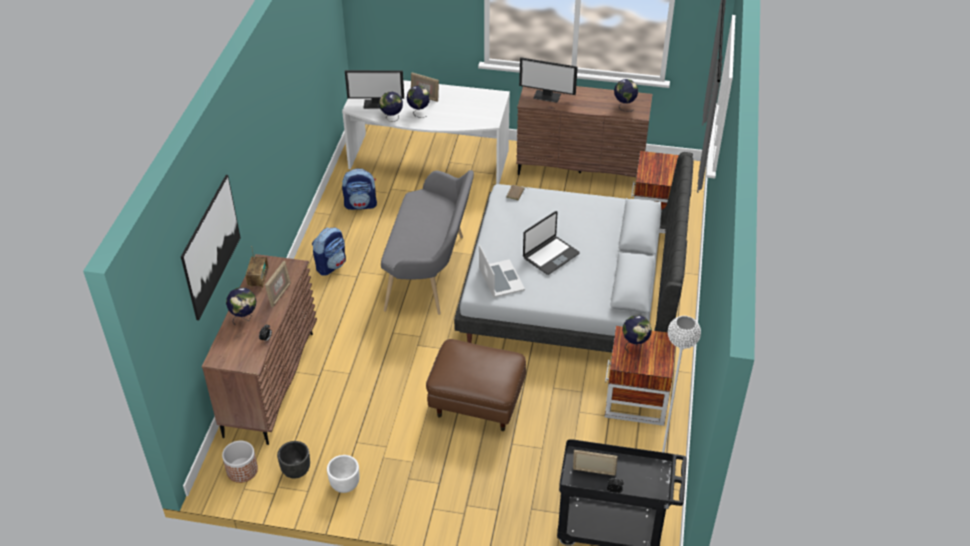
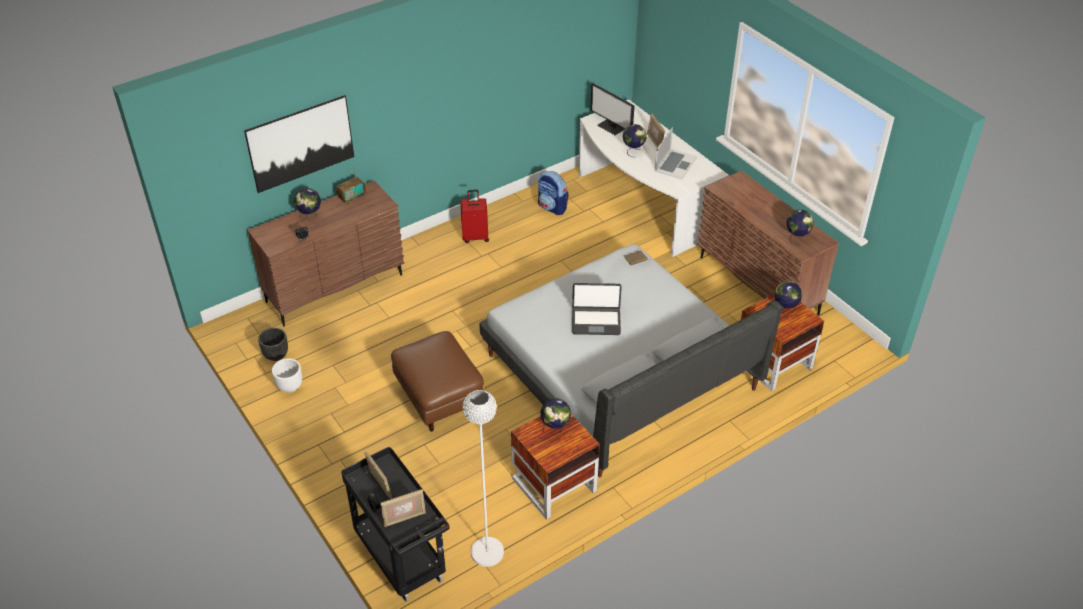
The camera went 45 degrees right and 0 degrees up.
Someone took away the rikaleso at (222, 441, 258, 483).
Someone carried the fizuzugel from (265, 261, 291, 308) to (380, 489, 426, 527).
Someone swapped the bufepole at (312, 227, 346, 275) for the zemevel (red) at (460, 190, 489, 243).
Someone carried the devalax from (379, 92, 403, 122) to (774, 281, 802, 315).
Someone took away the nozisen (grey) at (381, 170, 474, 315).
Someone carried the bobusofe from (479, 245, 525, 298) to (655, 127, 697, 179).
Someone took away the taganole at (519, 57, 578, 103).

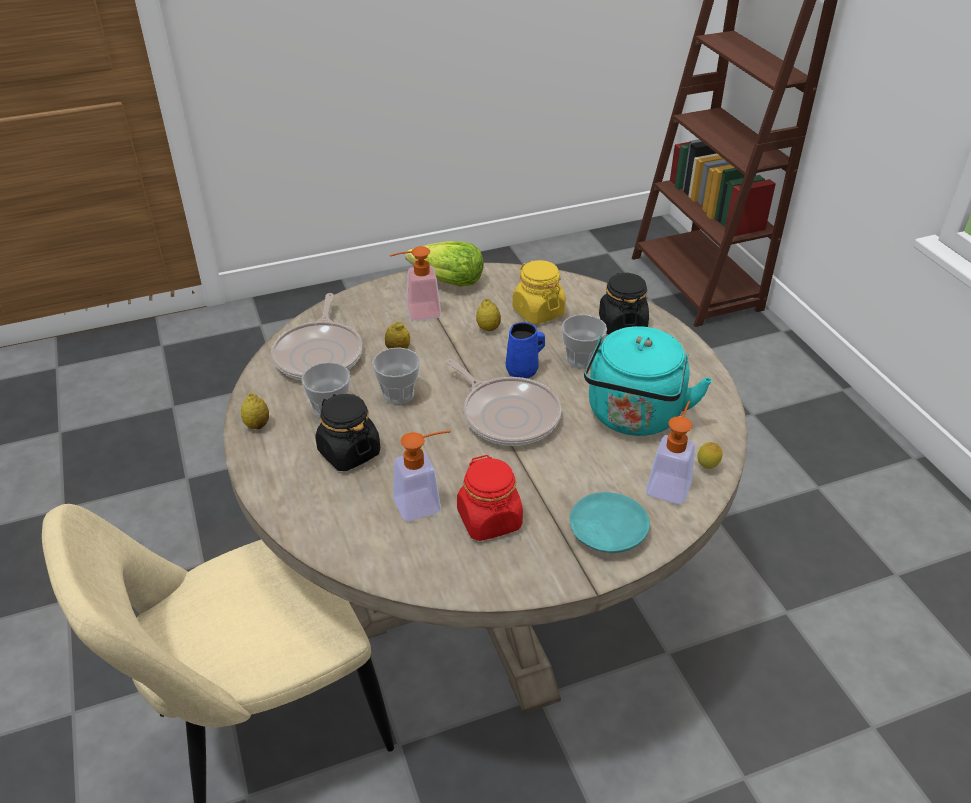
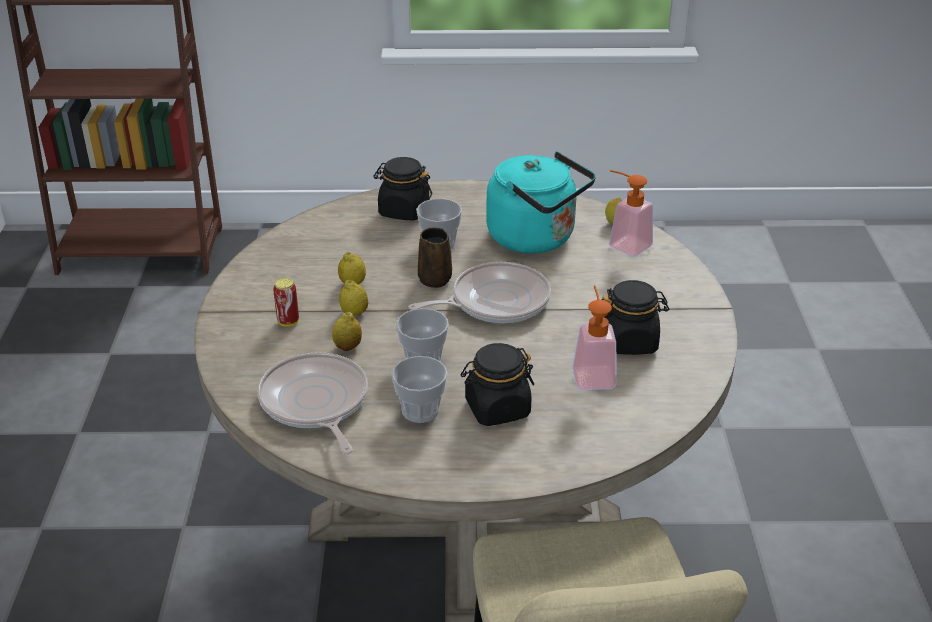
The camera went 70 degrees left and 5 degrees down.
Someone carried the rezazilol from (241, 393, 269, 429) to (339, 280, 368, 315).
Someone rotated the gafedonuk at (271, 293, 362, 380) by 135 degrees counterclockwise.
Someone swapped the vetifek at (389, 246, 441, 321) for the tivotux at (273, 278, 299, 327).
Someone took away the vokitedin at (405, 241, 484, 287).
Someone repainted the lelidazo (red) at (457, 455, 523, 541), which became the lelidazo (black) at (602, 280, 669, 355).
Someone repainted the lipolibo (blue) at (506, 322, 545, 378), which became the lipolibo (brown) at (418, 227, 452, 288).
Someone took away the lelidazo (yellow) at (513, 260, 566, 324).
Someone took away the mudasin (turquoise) at (570, 492, 650, 553).

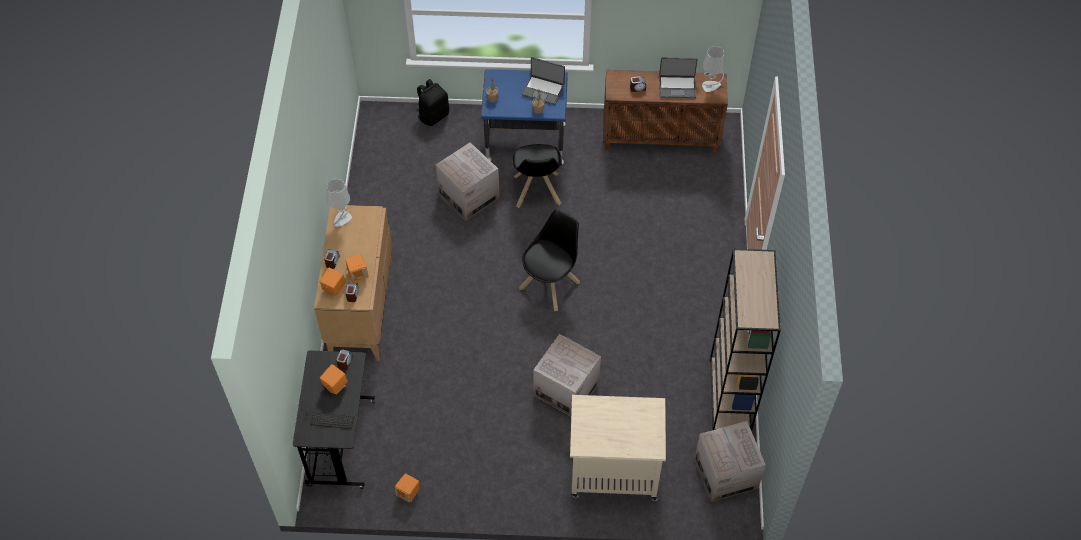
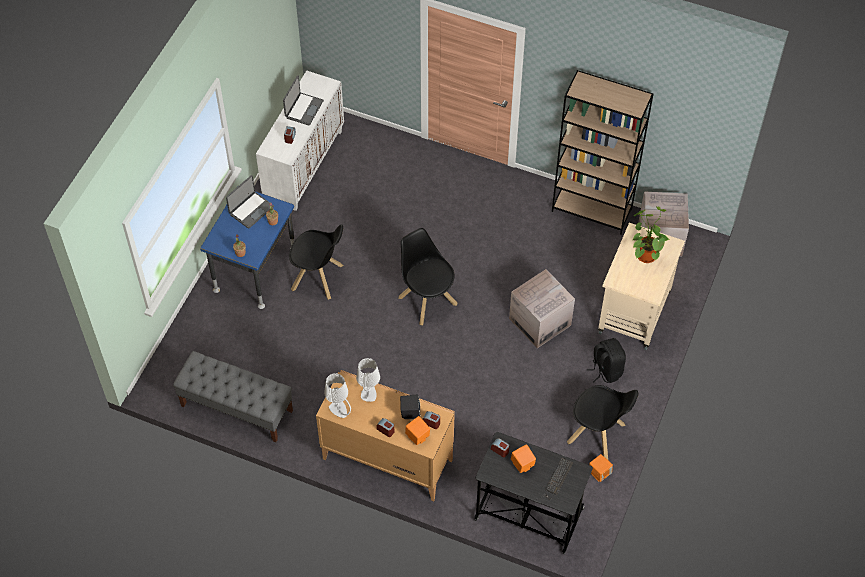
The camera went 70 degrees left and 0 degrees up.
Someone repainted the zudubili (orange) at (345, 254, 368, 282), which became the zudubili (black) at (400, 395, 420, 419).
Someone carried the bufepole (black) from (417, 79, 449, 126) to (586, 338, 626, 383).
Someone took away the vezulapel at (435, 142, 500, 221).
Someone repainted the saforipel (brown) at (603, 70, 728, 153), which became the saforipel (white) at (256, 70, 344, 211).
Someone carried the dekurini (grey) from (701, 46, 724, 92) to (356, 358, 380, 402).
Someone put down the nozisen (grey) at (173, 351, 293, 442).
Someone put down the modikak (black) at (567, 385, 638, 460).
Someone put down the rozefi at (633, 206, 670, 263).

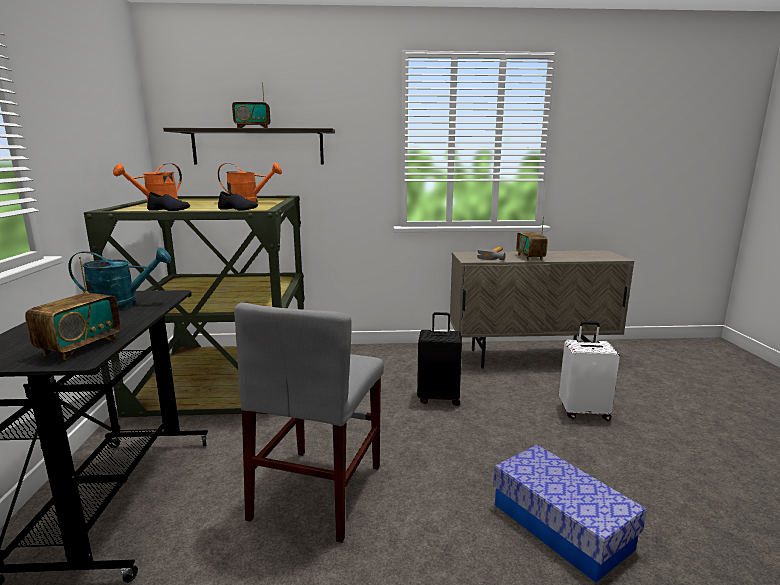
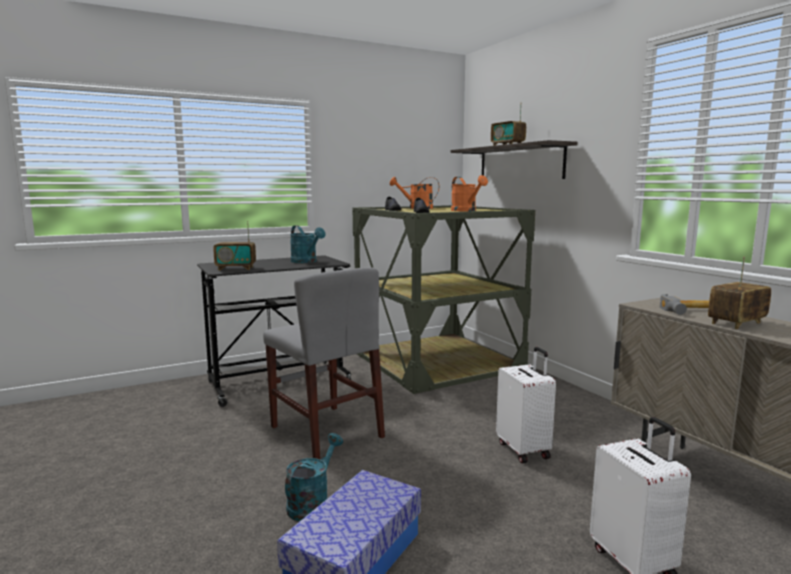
The camera went 65 degrees right and 5 degrees down.
Someone rotated the modikak (grey) at (234, 303, 384, 543) by 120 degrees counterclockwise.
Someone repainted the zemevel (black) at (417, 312, 462, 406), which became the zemevel (white) at (496, 347, 556, 463).
Someone put down the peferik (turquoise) at (285, 433, 343, 521).

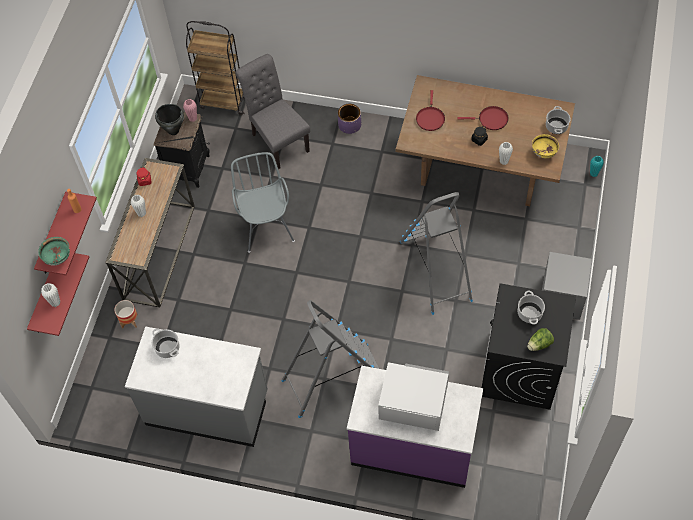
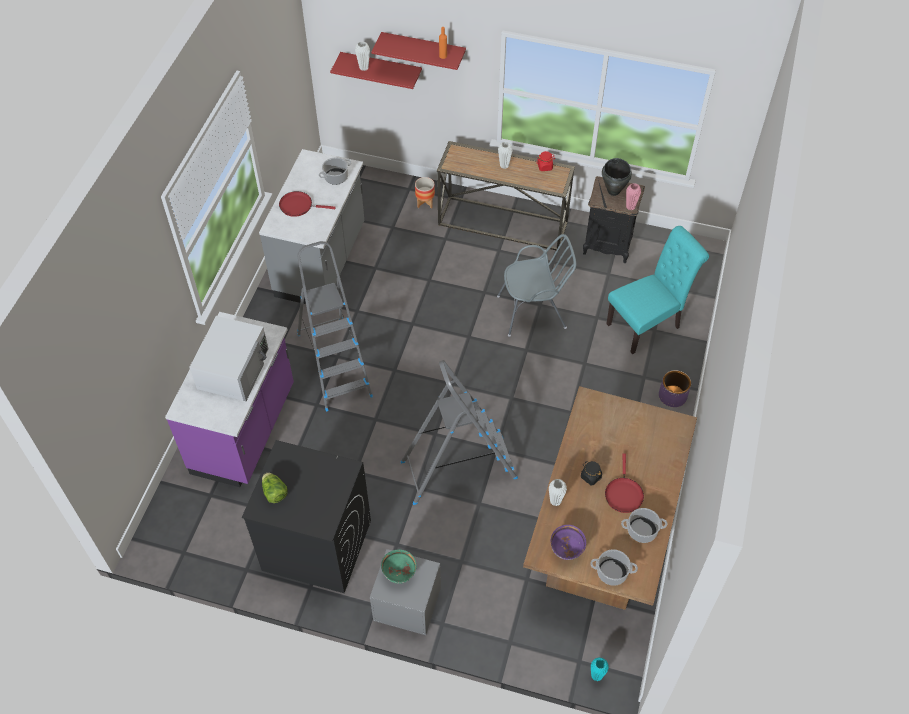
The camera went 90 degrees right and 5 degrees down.
Someone carried the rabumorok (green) from (38, 237, 70, 266) to (381, 550, 417, 584).
Someone took away the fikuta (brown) at (186, 21, 245, 115).
Someone repainted the modikak (grey) at (235, 54, 310, 169), which became the modikak (turquoise) at (607, 226, 709, 354).
Someone carried the gafedonuk (red) from (416, 90, 445, 131) to (279, 191, 336, 217).
Someone carried the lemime from (517, 291, 545, 325) to (621, 508, 667, 543).
Someone repainted the rabumorok (yellow) at (532, 134, 559, 158), which became the rabumorok (purple) at (551, 525, 586, 560).

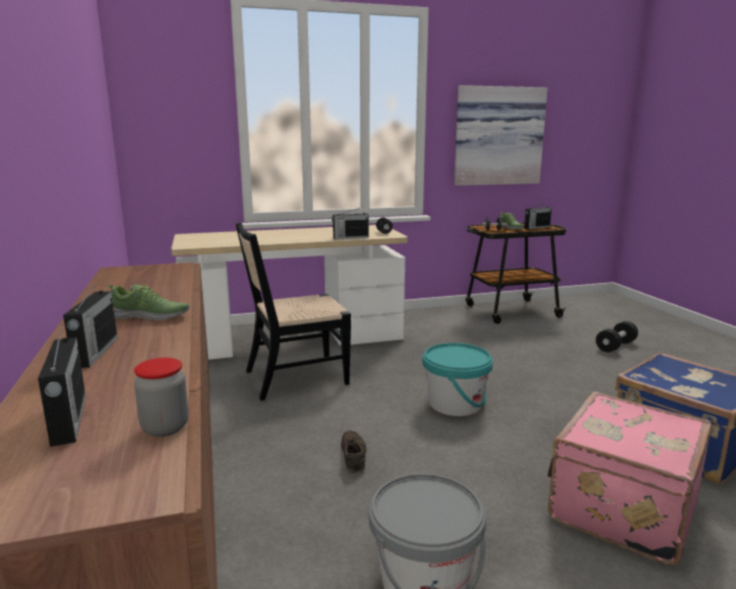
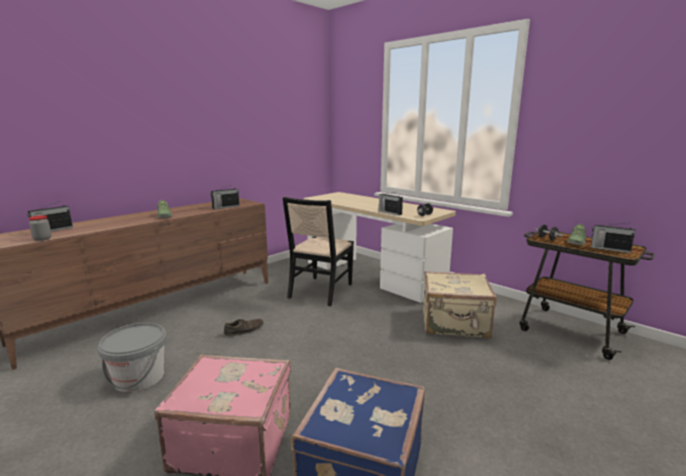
The camera went 60 degrees right and 0 degrees up.
Someone carried the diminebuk from (63, 282, 118, 368) to (210, 185, 239, 209).
Someone rotated the modikak at (235, 222, 351, 401) by 105 degrees counterclockwise.
Someone took away the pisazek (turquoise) at (423, 343, 493, 416).
Someone took away the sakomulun at (454, 85, 548, 186).
Someone took away the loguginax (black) at (596, 321, 638, 352).
Someone put down the zemevel (beige) at (423, 271, 497, 338).

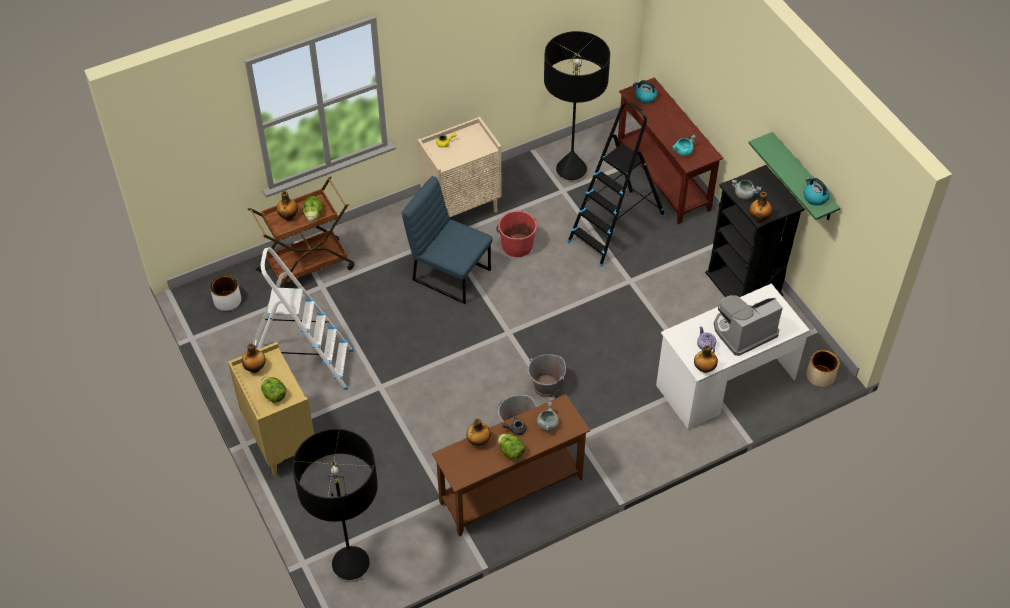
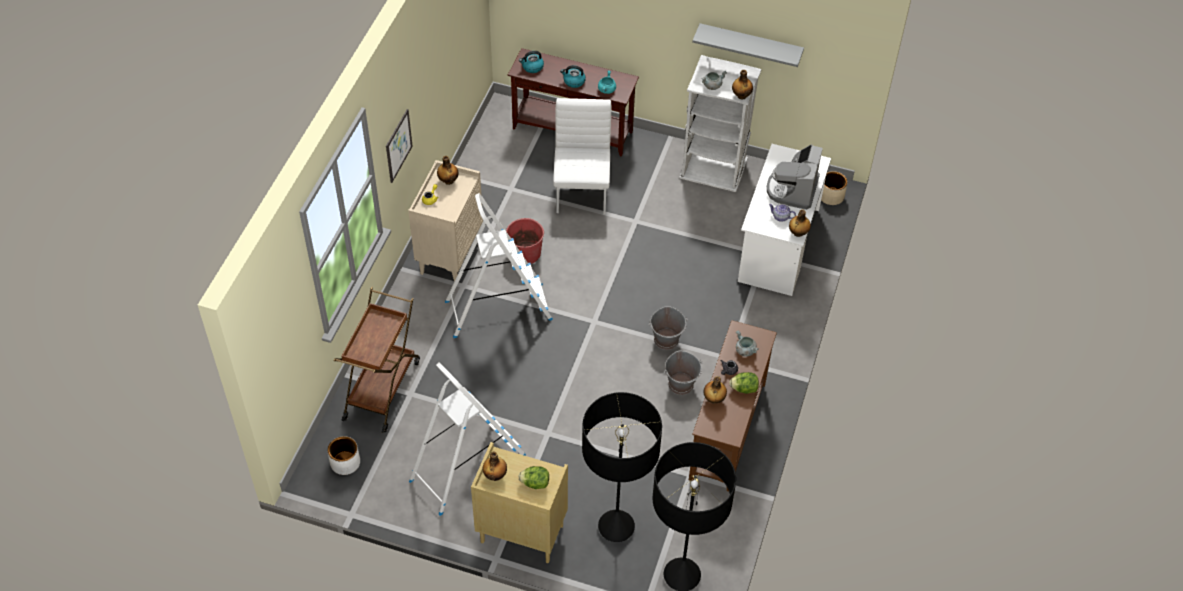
The camera went 45 degrees left and 0 degrees up.
Someone carried the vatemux from (277, 191, 298, 221) to (437, 156, 458, 185).
Someone took away the vokitedin at (303, 196, 323, 221).
Someone swapped the modikak (blue) at (402, 176, 493, 304) for the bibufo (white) at (445, 193, 553, 338).
Someone carried the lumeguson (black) from (544, 31, 610, 180) to (582, 392, 662, 542).
Someone swapped the bibufo (black) at (567, 102, 665, 267) for the modikak (white) at (553, 98, 611, 214).
Someone repainted the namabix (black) at (705, 165, 804, 297), which became the namabix (white) at (679, 55, 762, 192).
Someone repainted the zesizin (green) at (749, 132, 840, 220), which became the zesizin (grey) at (692, 23, 804, 67).
Someone carried the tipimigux from (804, 177, 830, 205) to (560, 65, 586, 88).
Someone put up the sakomulun at (386, 109, 413, 183).

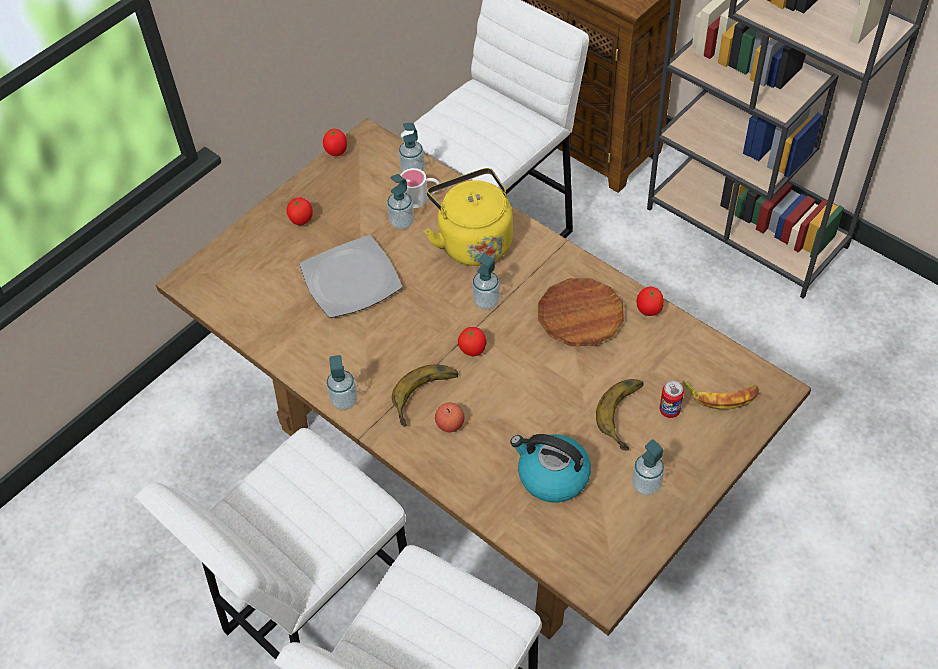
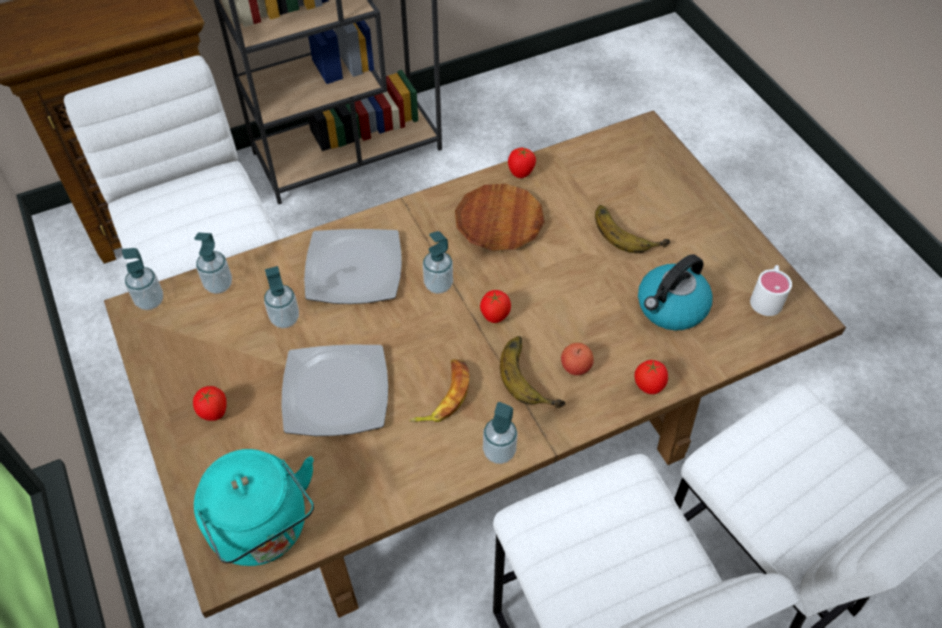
The camera went 70 degrees left and 0 degrees up.
Someone carried the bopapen from (323, 129, 347, 156) to (634, 360, 668, 394).
Someone carried the lipolibo (white) from (400, 168, 440, 208) to (750, 265, 792, 316).
Someone swapped the tipimigux (yellow) at (425, 168, 513, 266) for the mudasin at (304, 229, 402, 304).
Someone carried the vetifek from (632, 439, 664, 495) to (122, 248, 163, 310).
Someone took away the tivotux at (659, 381, 684, 418).
Someone carried the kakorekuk from (683, 380, 759, 409) to (409, 359, 469, 422).
Someone put down the tipimigux (turquoise) at (194, 449, 314, 566).

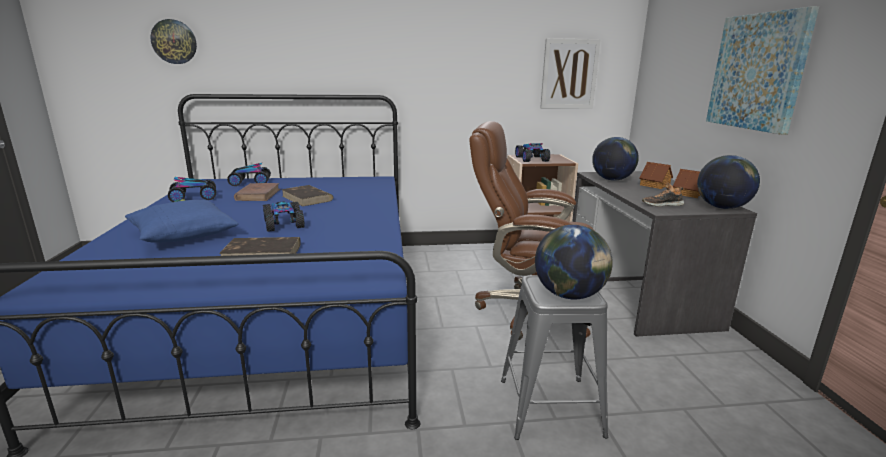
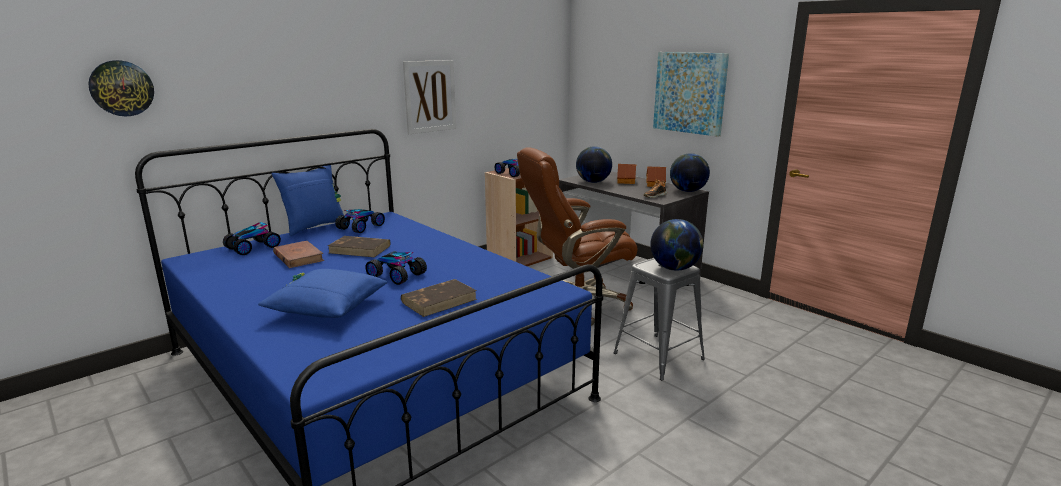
The camera went 35 degrees left and 0 degrees up.
Someone carried the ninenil from (168, 177, 216, 202) to (335, 209, 385, 233).
Someone carried the sakomulun from (540, 38, 601, 109) to (403, 60, 456, 134).
Someone put down the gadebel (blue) at (272, 165, 344, 236).

